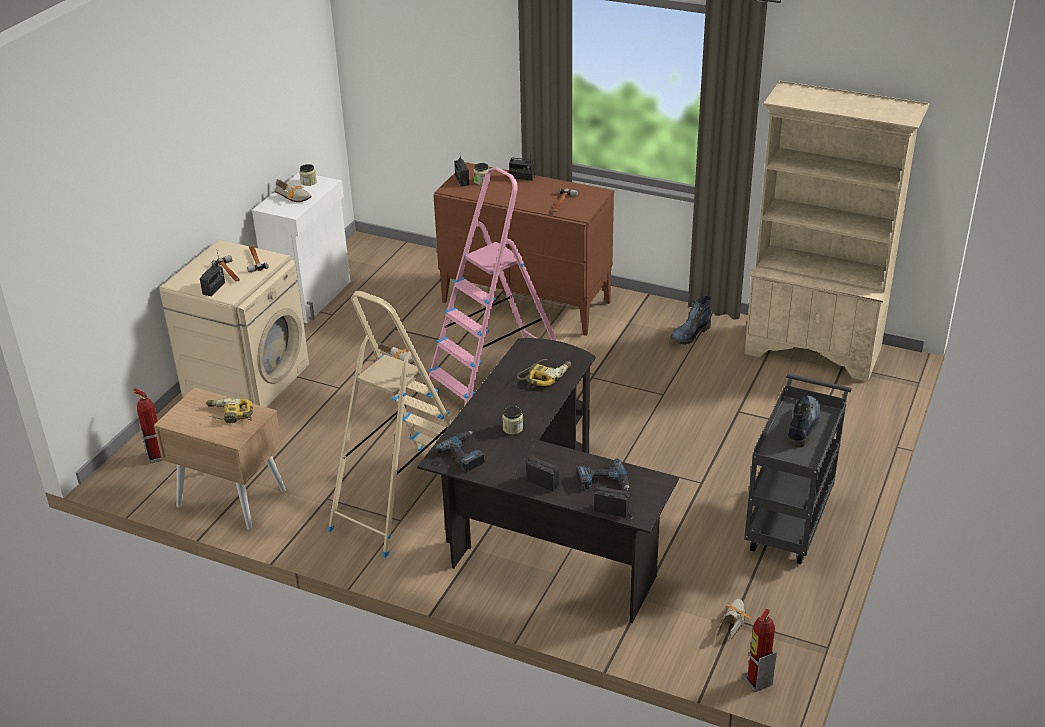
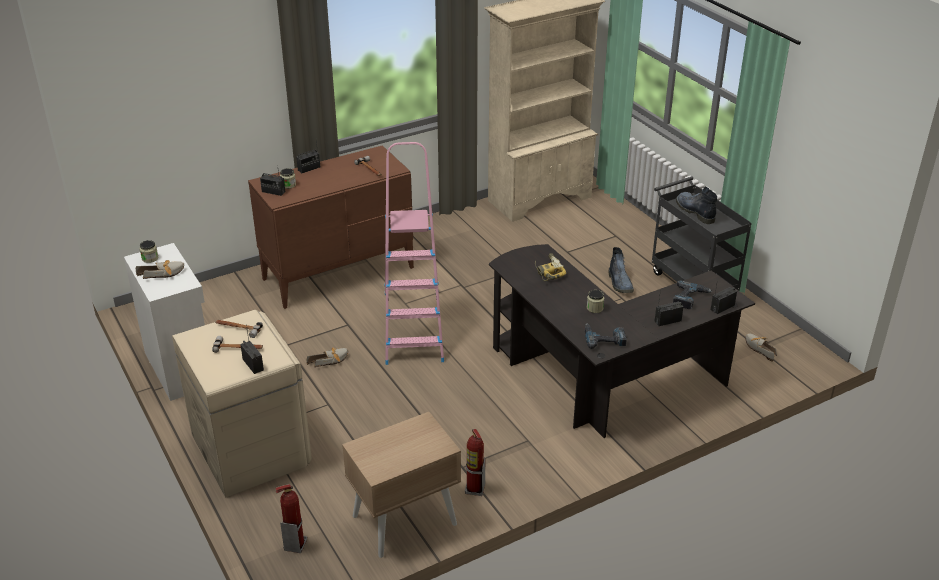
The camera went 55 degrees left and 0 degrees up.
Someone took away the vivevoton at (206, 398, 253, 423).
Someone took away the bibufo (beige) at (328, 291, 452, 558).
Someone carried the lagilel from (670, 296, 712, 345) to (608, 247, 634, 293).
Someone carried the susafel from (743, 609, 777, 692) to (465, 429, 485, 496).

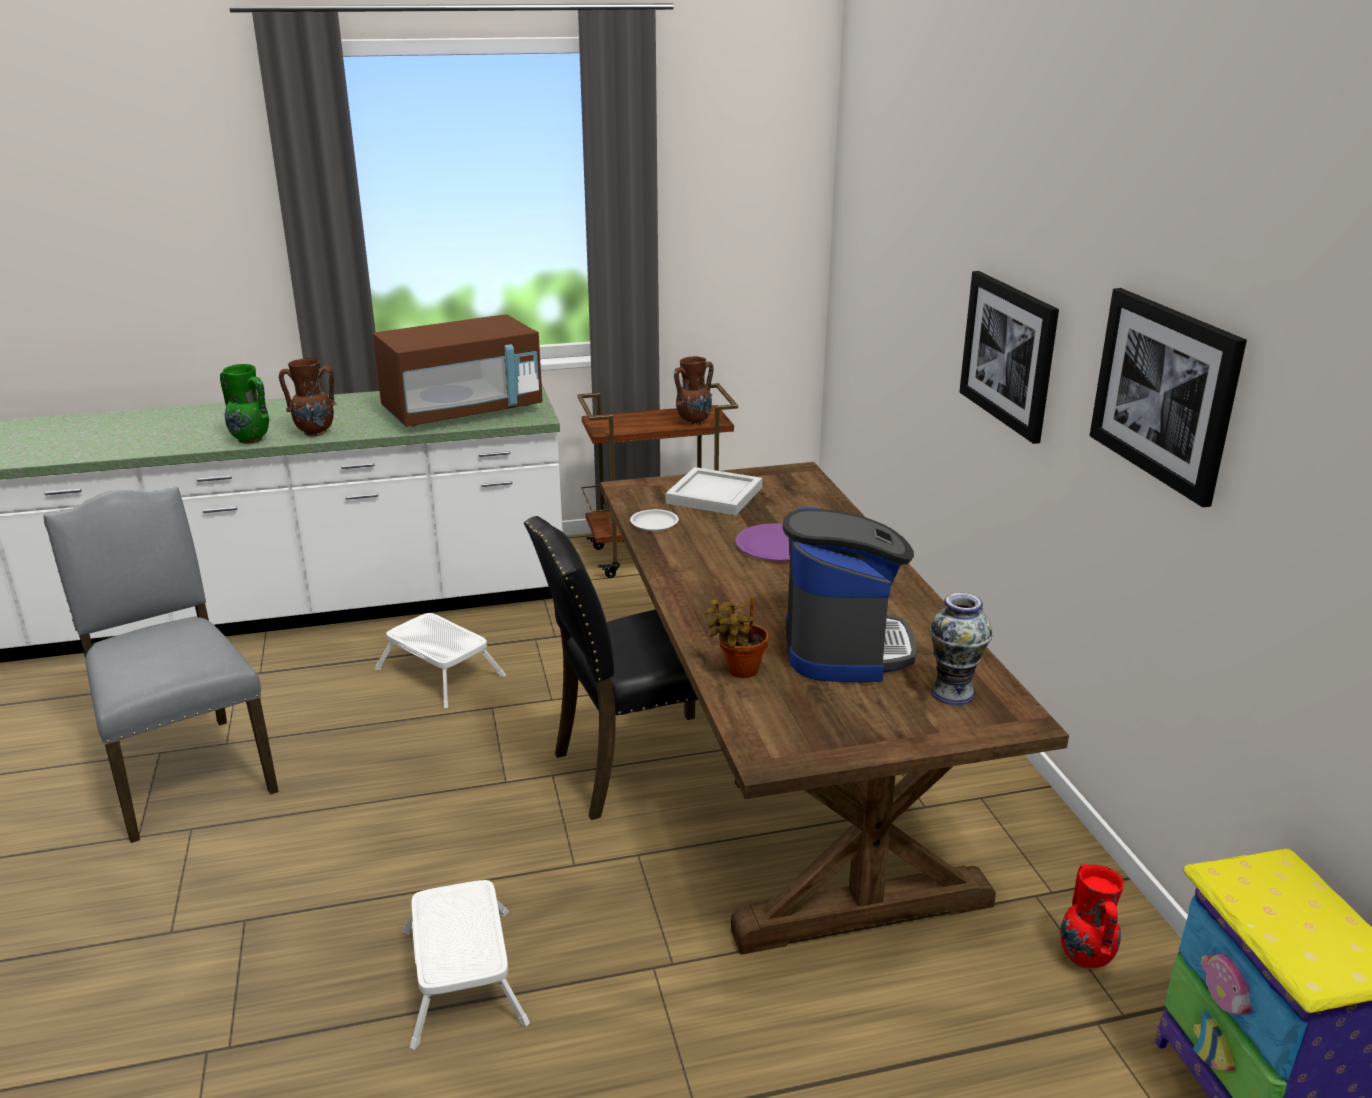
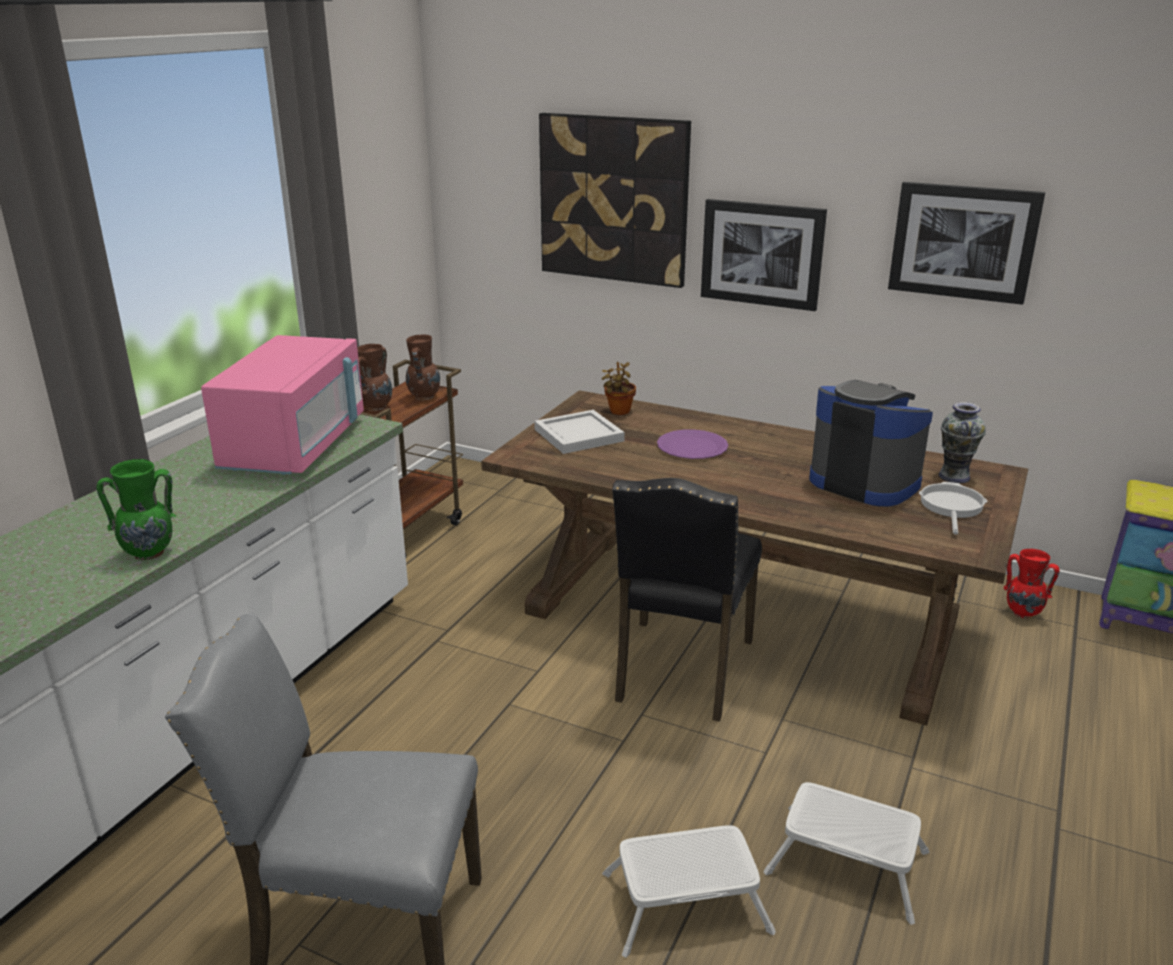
The camera went 50 degrees left and 0 degrees up.
Someone carried the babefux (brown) from (279, 358, 337, 436) to (357, 344, 392, 411).
Someone repainted the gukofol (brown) at (373, 314, 543, 427), which became the gukofol (pink) at (201, 335, 364, 475).
Someone carried the bibufo (white) from (375, 613, 506, 708) to (602, 825, 776, 958).
Someone took away the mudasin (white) at (630, 509, 679, 531).
Someone carried the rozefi from (705, 596, 769, 678) to (602, 362, 636, 415).
Someone put up the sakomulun at (539, 113, 691, 288).
Someone put down the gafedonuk at (919, 482, 987, 534).

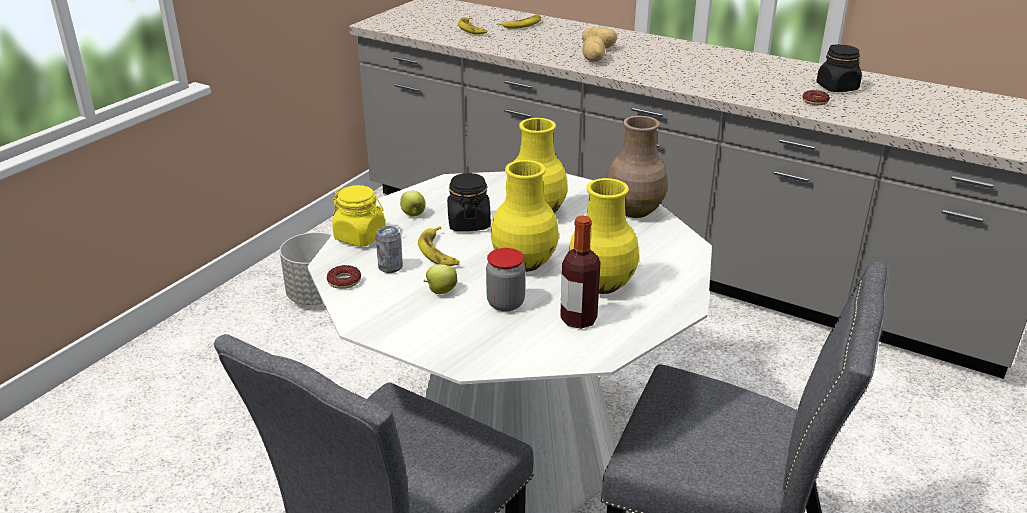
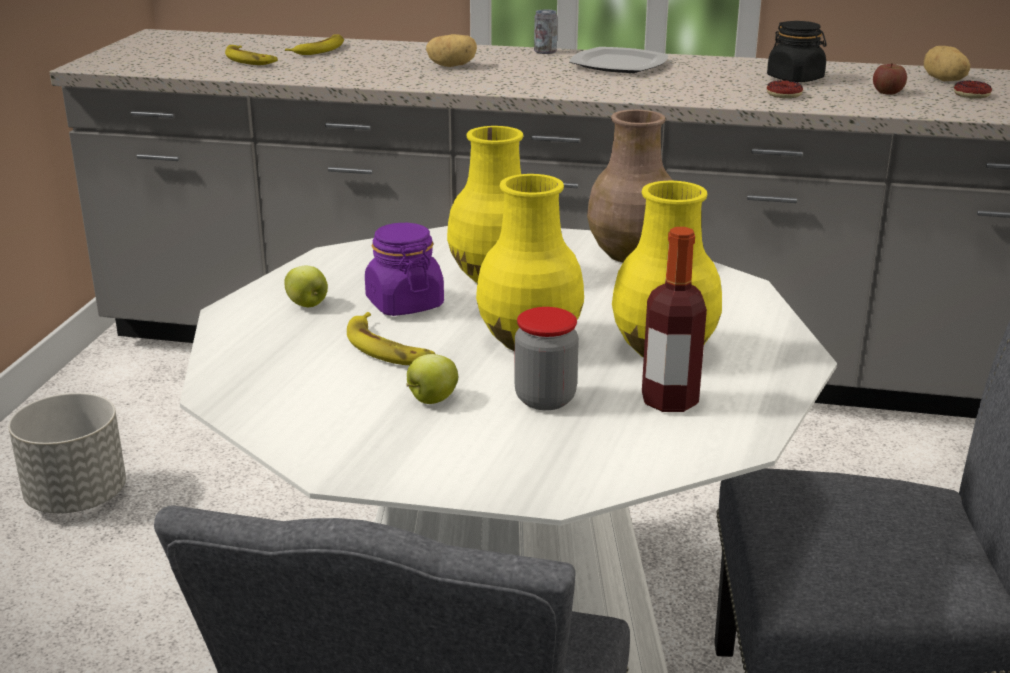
The camera went 20 degrees left and 5 degrees down.
Someone carried the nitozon from (327, 265, 361, 289) to (954, 81, 992, 99).
Someone took away the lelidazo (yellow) at (332, 185, 386, 247).
Someone carried the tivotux from (376, 226, 403, 273) to (534, 9, 558, 54).
Someone repainted the lelidazo (black) at (447, 173, 491, 231), which became the lelidazo (purple) at (365, 223, 444, 316).
Someone carried the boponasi from (583, 36, 605, 62) to (924, 46, 970, 81).
Someone put down the mudasin at (570, 47, 668, 73).
Someone put down the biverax at (873, 63, 907, 95).

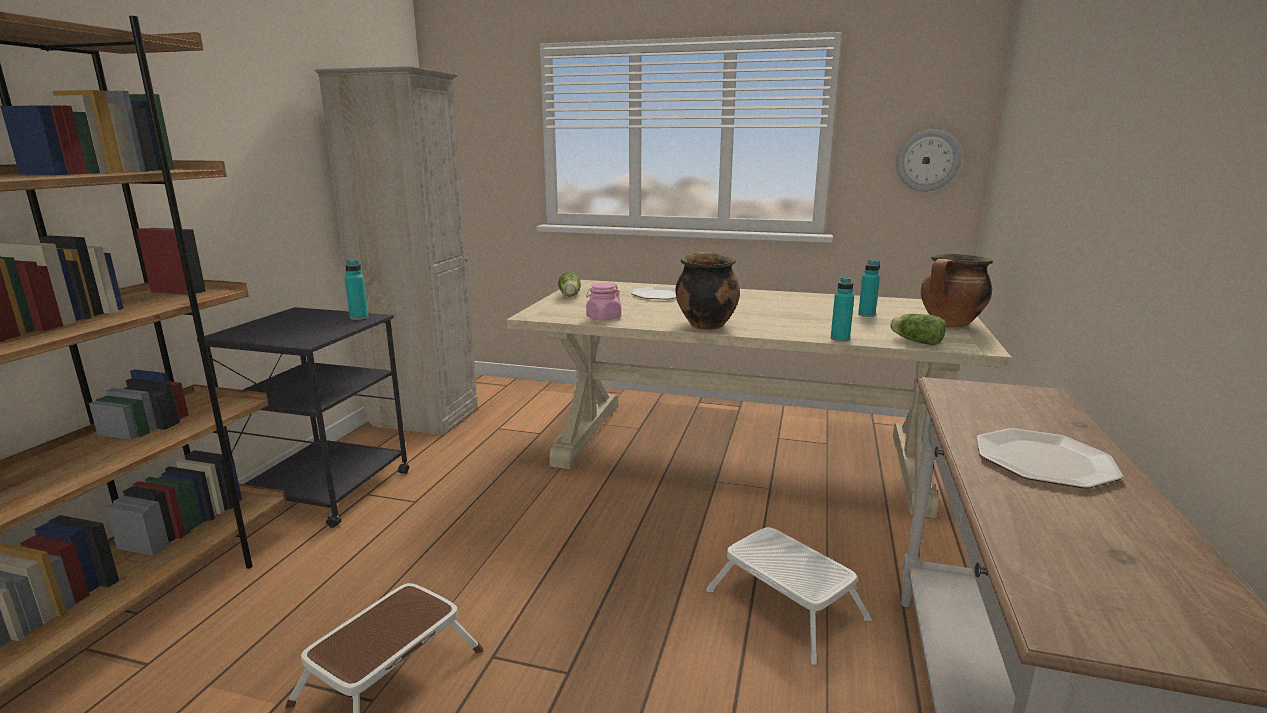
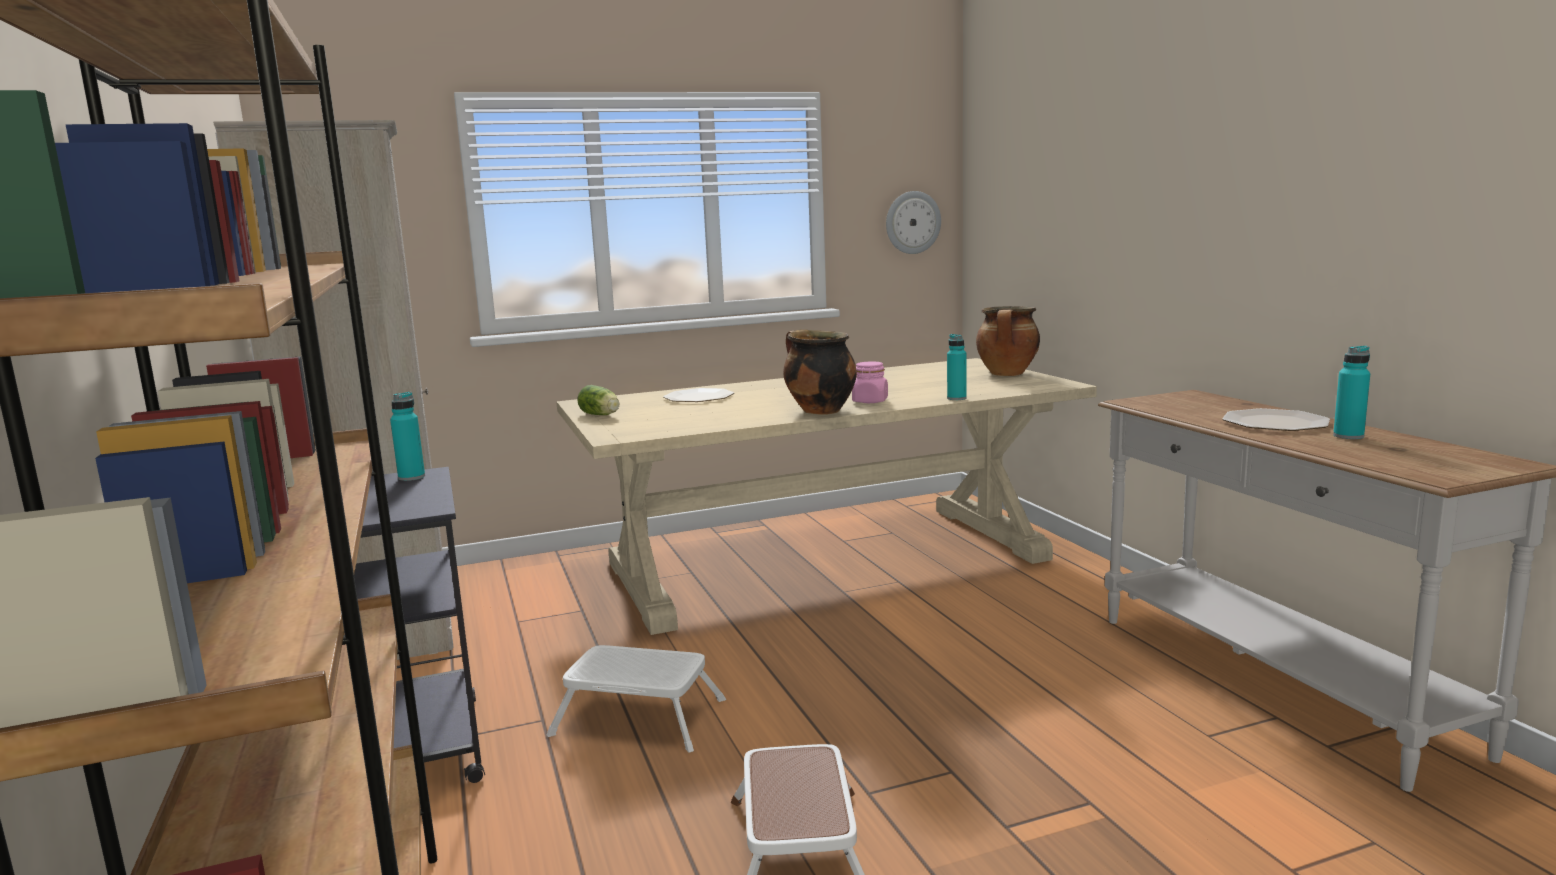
The camera went 35 degrees left and 5 degrees down.
Someone carried the lelidazo (pink) from (586, 283, 621, 320) to (852, 361, 888, 403).
Someone carried the bibufo (white) from (707, 527, 872, 665) to (547, 645, 726, 753).
Someone carried the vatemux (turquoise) from (858, 260, 880, 317) to (1333, 346, 1370, 439).
Someone took away the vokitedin at (890, 314, 946, 346).

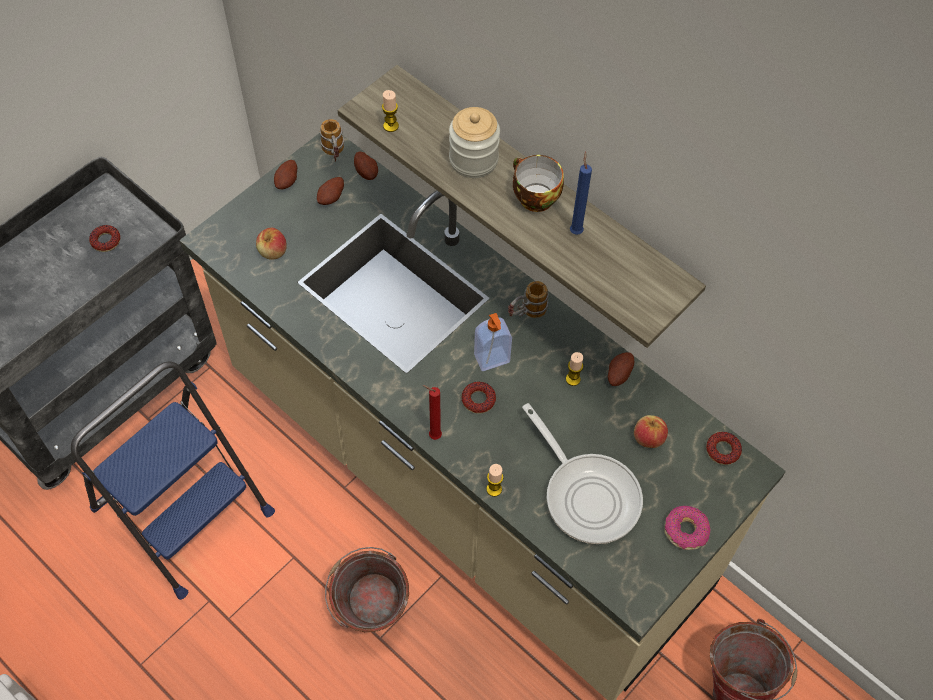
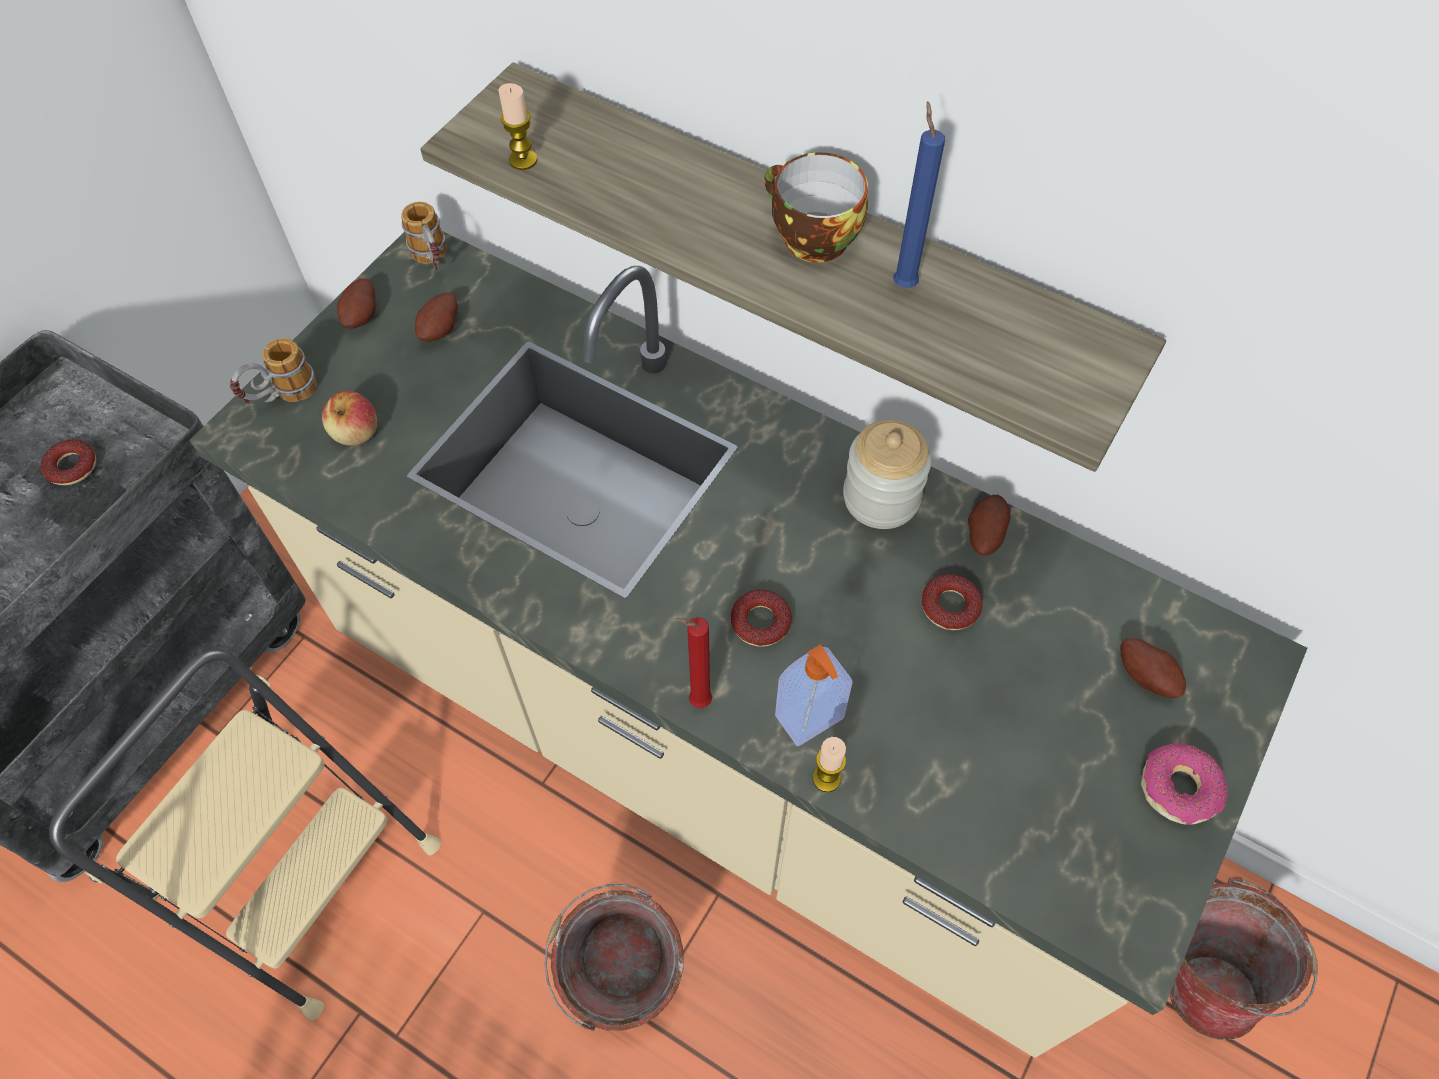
The camera went 10 degrees left and 0 degrees up.
Someone repainted the bibufo (blue) at (71, 361, 275, 600), which became the bibufo (beige) at (49, 649, 441, 1021).
Someone carried the boponasi from (354, 152, 378, 180) to (1120, 638, 1186, 698).
Someone carried the lelidazo from (449, 107, 500, 178) to (843, 420, 931, 529).
Someone carried the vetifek from (474, 313, 512, 371) to (775, 644, 853, 746).
Someone carried the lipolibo from (508, 281, 549, 318) to (230, 338, 317, 404).
Someone took away the gafedonuk at (522, 403, 643, 544).
Someone took away the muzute at (566, 352, 583, 386).
Someone took away the biverax at (634, 415, 668, 448).
Someone carried the nitozon from (706, 432, 742, 465) to (922, 574, 983, 630).

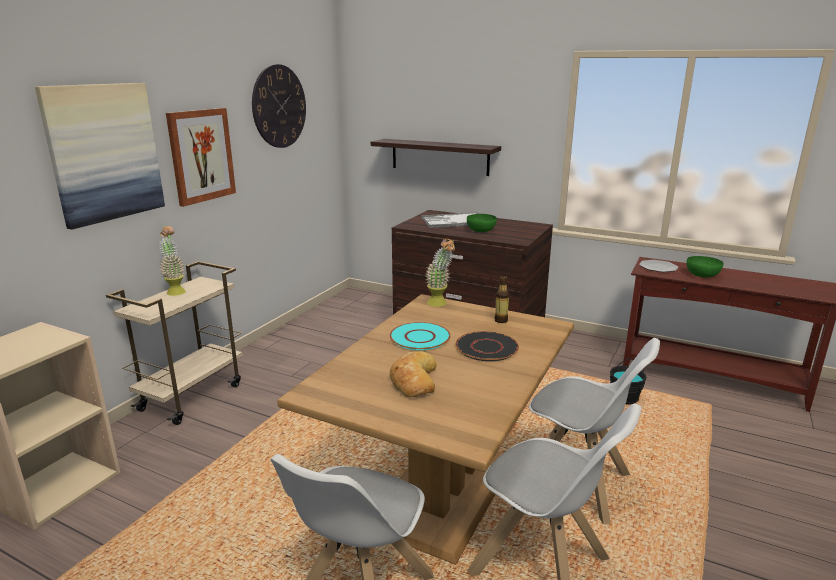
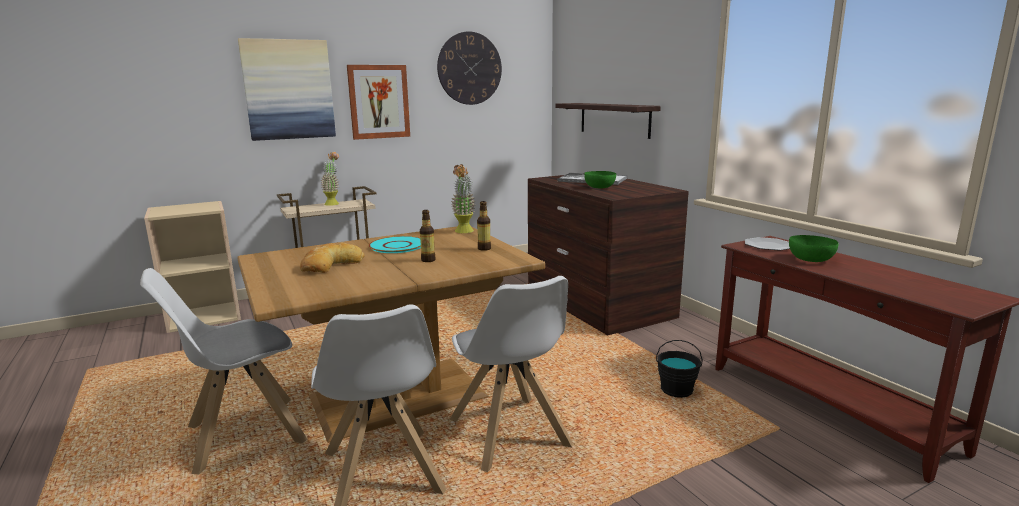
The camera went 35 degrees right and 5 degrees down.
Someone swapped the mudasin (black) at (455, 331, 519, 361) for the vatemux at (420, 210, 436, 262).

